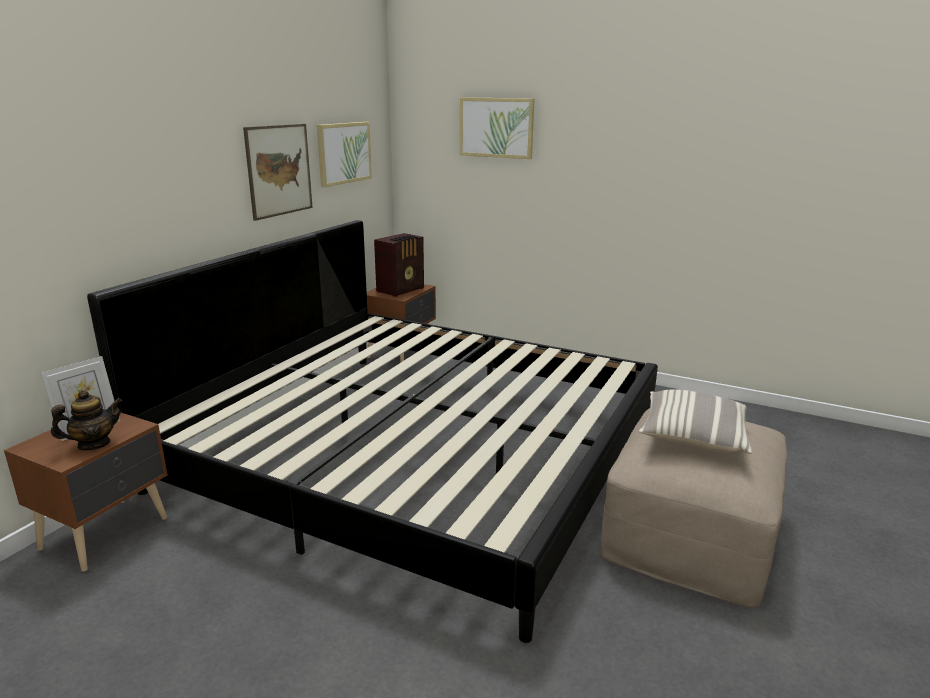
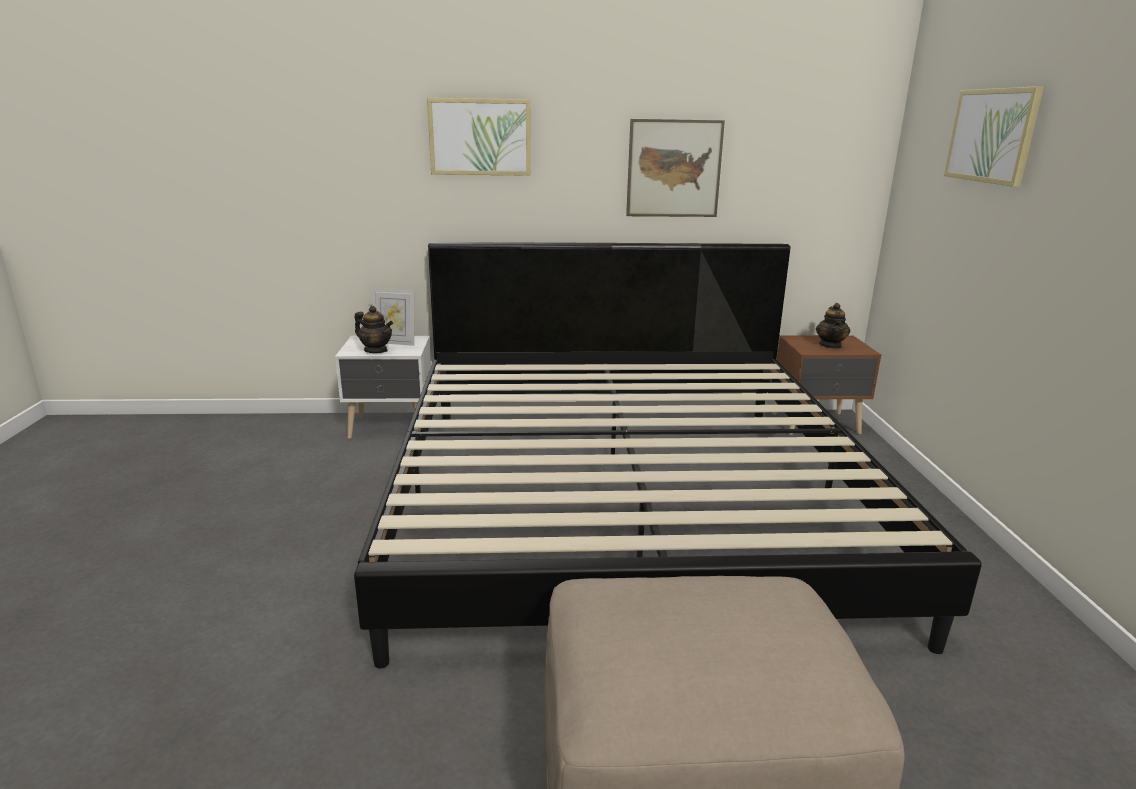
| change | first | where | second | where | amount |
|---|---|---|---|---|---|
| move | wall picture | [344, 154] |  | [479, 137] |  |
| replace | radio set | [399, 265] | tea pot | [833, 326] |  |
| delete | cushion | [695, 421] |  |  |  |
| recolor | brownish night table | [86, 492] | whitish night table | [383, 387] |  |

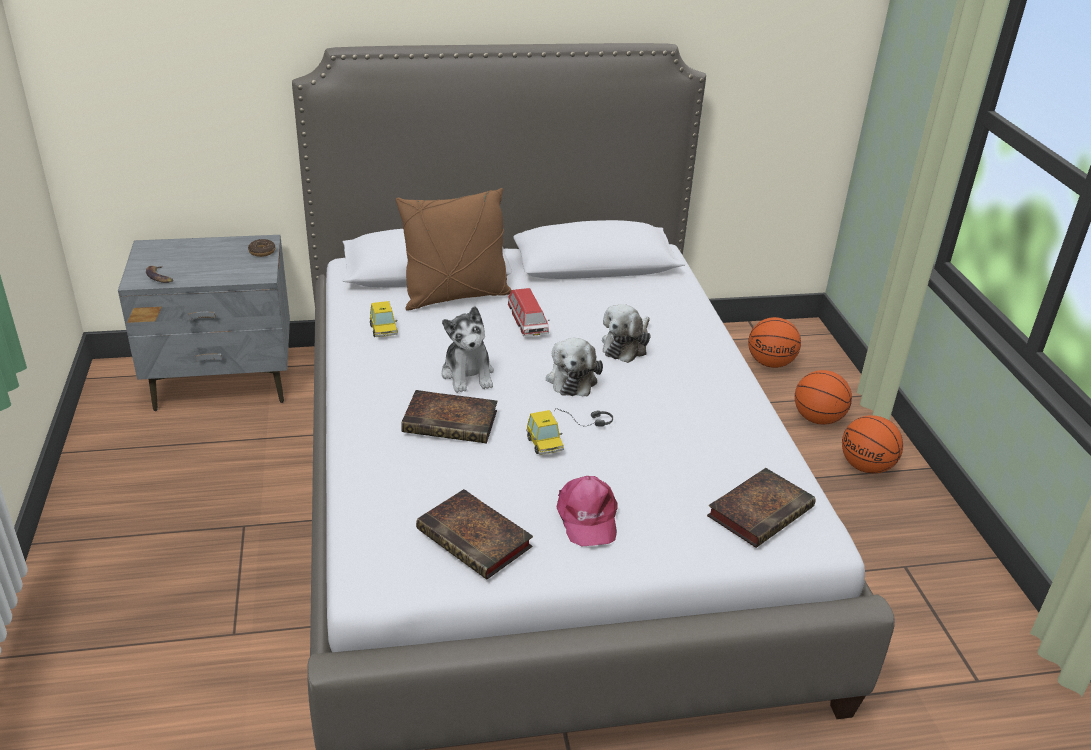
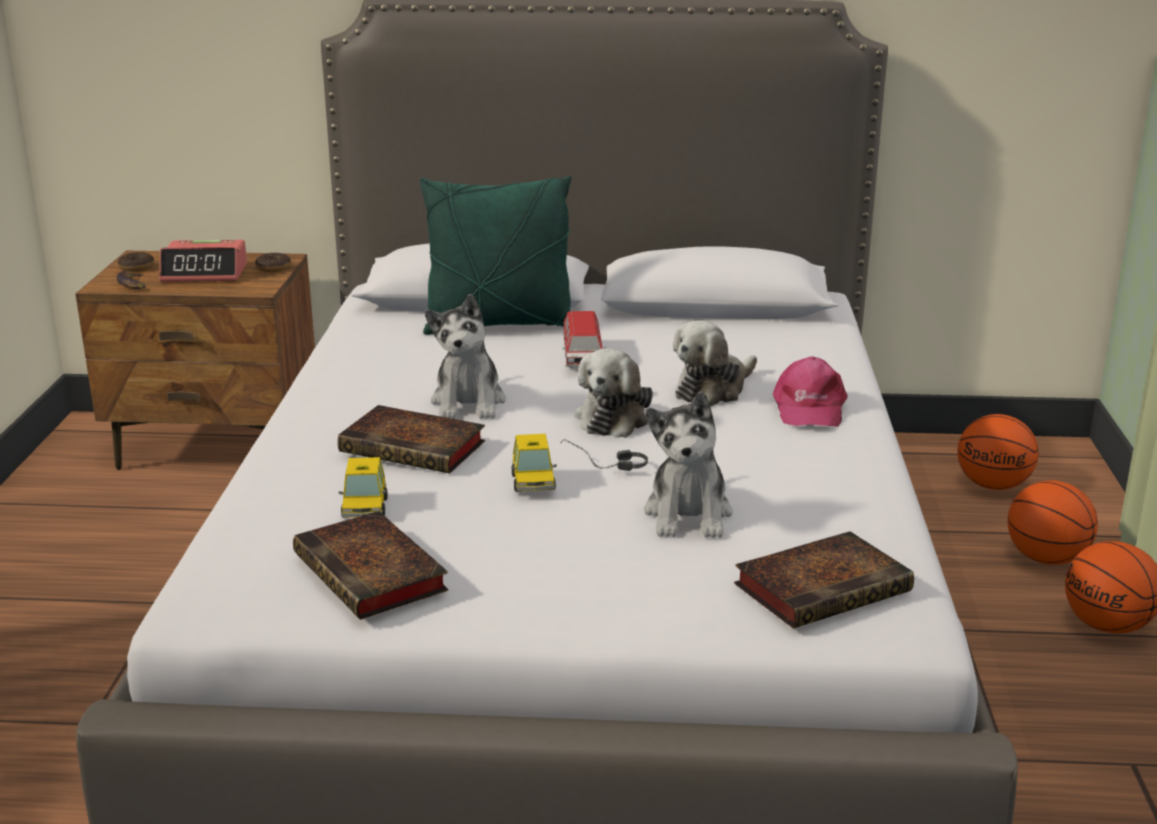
| change | first | where | second | where | amount |
|---|---|---|---|---|---|
| recolor | brownish cushion | [454, 249] | green-coloured cushion | [495, 255] |  |
| recolor | greyish night table | [204, 323] | brownish night table | [195, 360] |  |
| move | toy car | [384, 319] |  | [363, 487] |  |
| move | pink-coloured baseball cap | [587, 511] |  | [810, 391] |  |
| insert |  |  | alarm clock | [203, 261] |  |
| insert |  |  | ring doughnut | [136, 262] |  |
| insert |  |  | soft toy | [688, 464] |  |

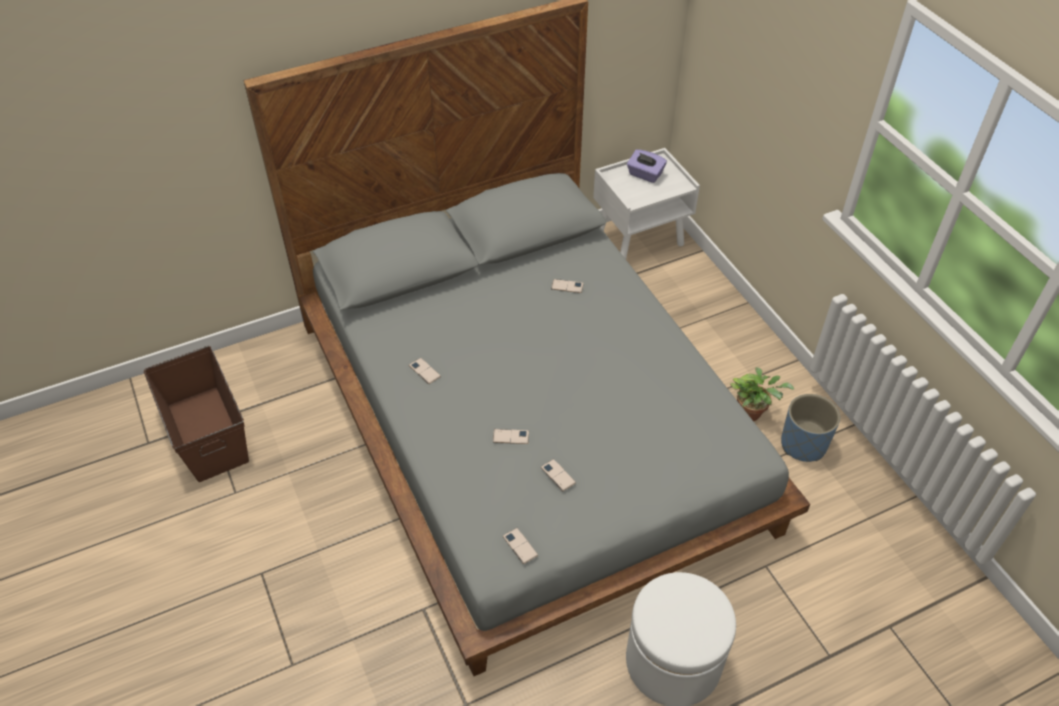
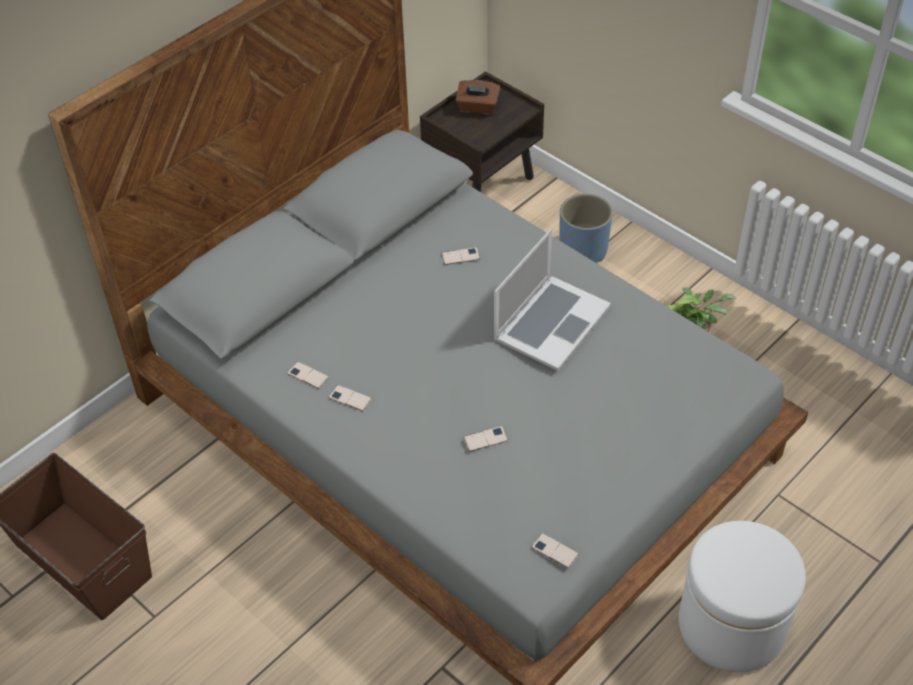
| change | first | where | second | where | amount |
|---|---|---|---|---|---|
| recolor | whitish night table | [646, 203] | brownish night table | [482, 131] |  |
| recolor | purple-coloured tissue holder | [647, 166] | brownish tissue holder | [478, 97] |  |
| move | blue-coloured flower pot | [810, 428] |  | [586, 228] |  |
| move | phone | [558, 475] |  | [308, 375] |  |
| insert |  |  | portable computer | [552, 299] |  |

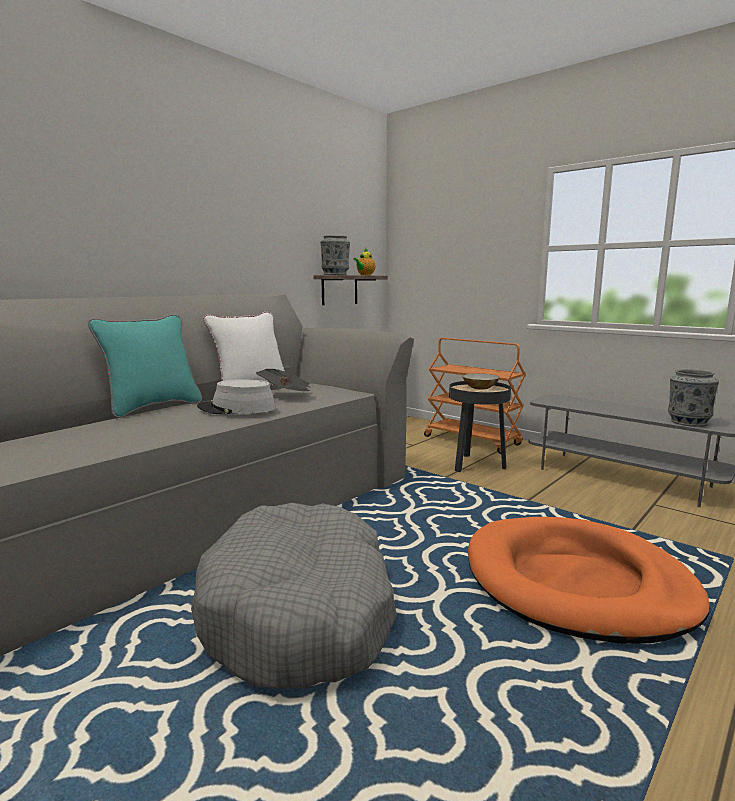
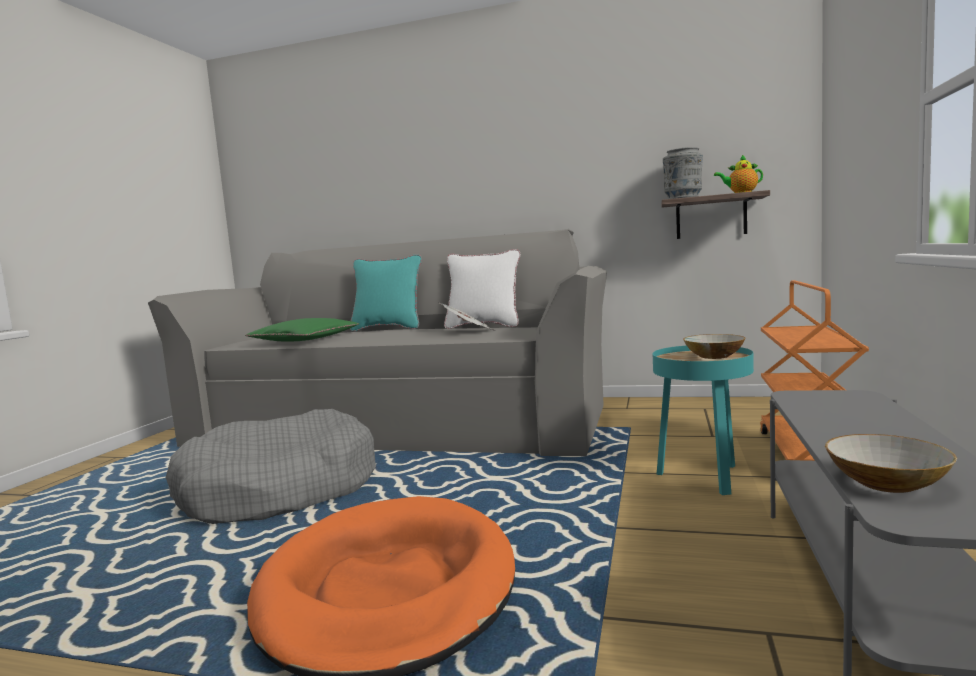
| change | first | where | second | where | amount |
|---|---|---|---|---|---|
| replace | greyish flower vase | [693, 398] | serving bowl | [891, 463] |  |
| delete | greyish hat | [236, 396] |  |  |  |
| recolor | black side table | [480, 426] | turquoise-coloured side table | [703, 420] |  |
| insert |  |  | green-coloured cushion | [302, 329] |  |

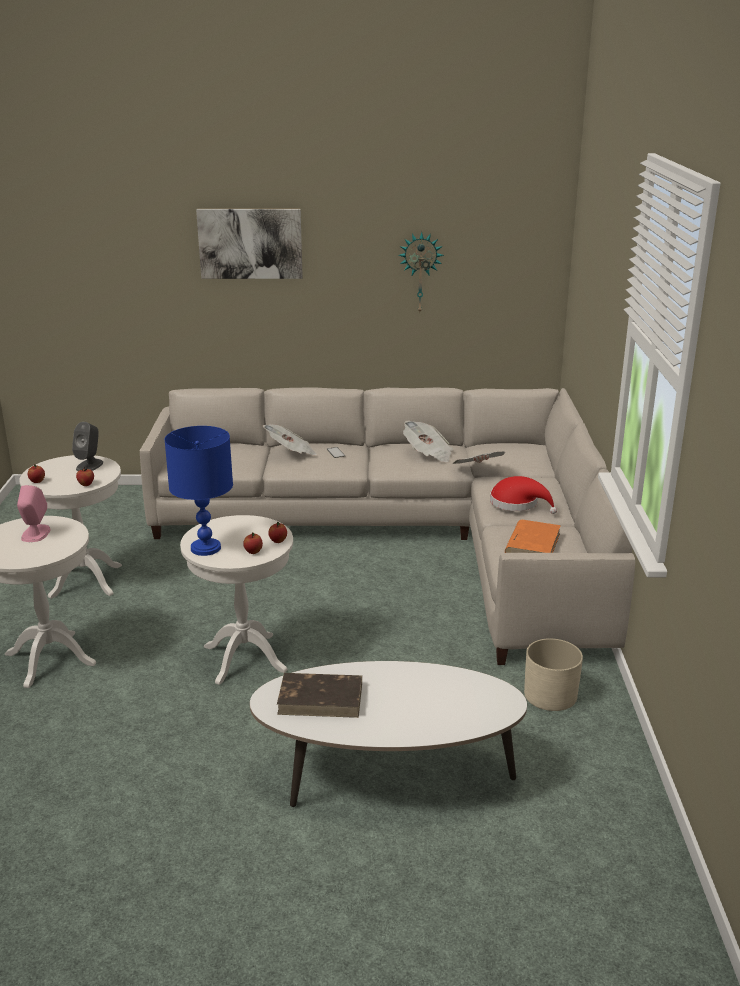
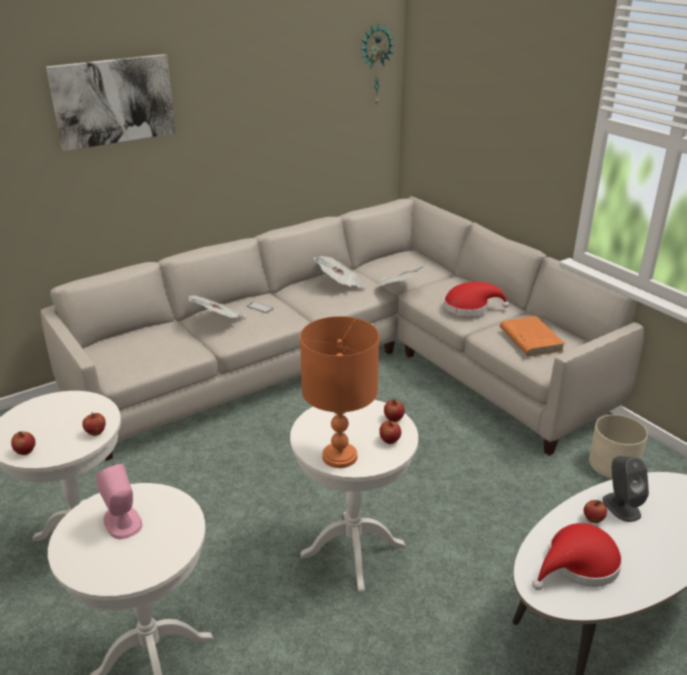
| change | first | where | second | where | amount |
|---|---|---|---|---|---|
| move | wall clock | [421, 273] |  | [377, 64] |  |
| move | greyish audio speaker | [87, 446] |  | [626, 489] |  |
| recolor | blue-coloured lamp for a table | [199, 491] | orange-coloured lamp for a table | [339, 392] |  |
| replace | brownish book | [319, 695] | reddish hat | [577, 556] |  |
| insert |  |  | whole apple | [595, 511] |  |

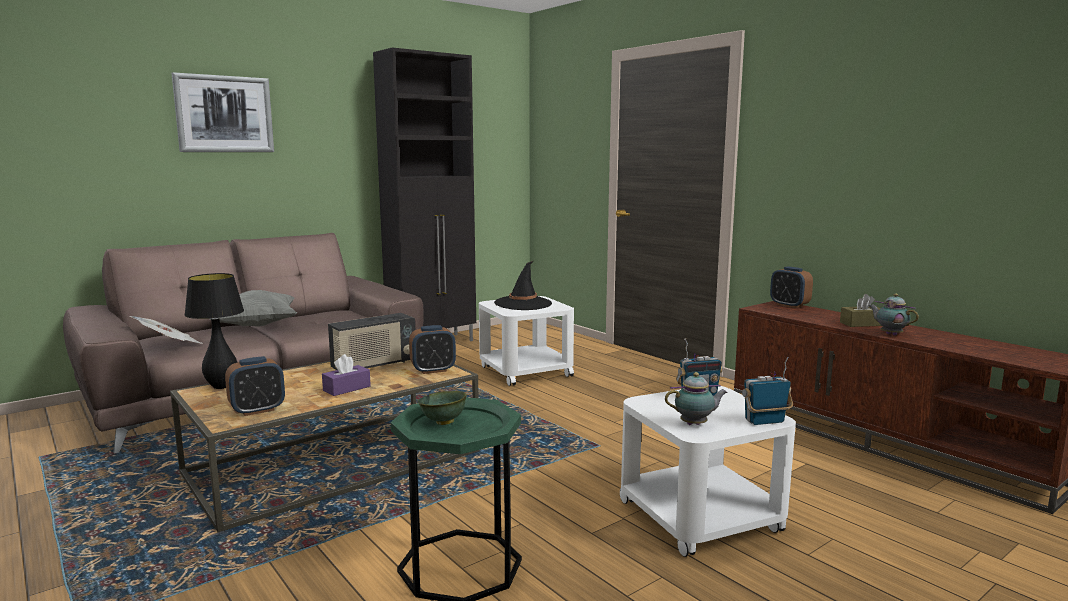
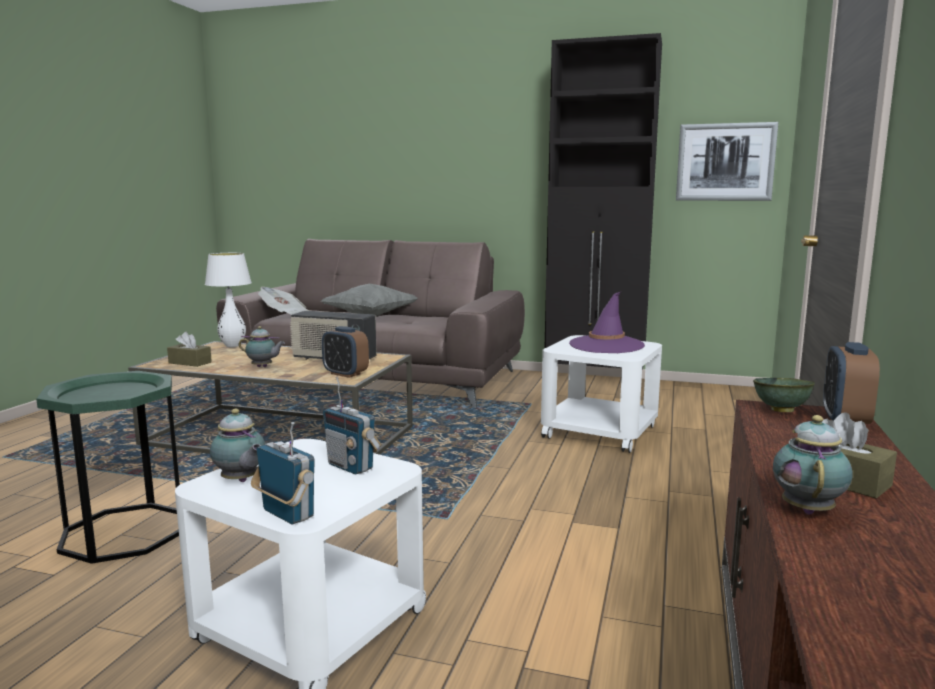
| change | first | where | second | where | amount |
|---|---|---|---|---|---|
| move | wall picture | [223, 112] |  | [727, 161] |  |
| recolor | black hat | [523, 285] | purple-coloured hat | [607, 322] |  |
| recolor | black lamp for a table | [214, 331] | whitish lamp for a table | [228, 300] |  |
| replace | purple-coloured tissue holder | [346, 375] | tea pot | [262, 346] |  |
| replace | alarm clock | [255, 386] | brownish tissue holder | [189, 349] |  |
| move | green-coloured serving bowl | [442, 408] |  | [784, 395] |  |

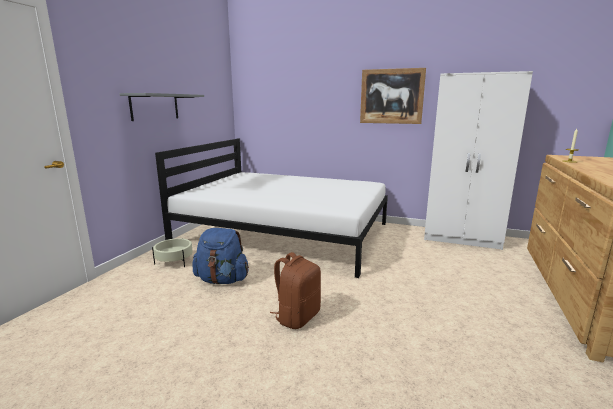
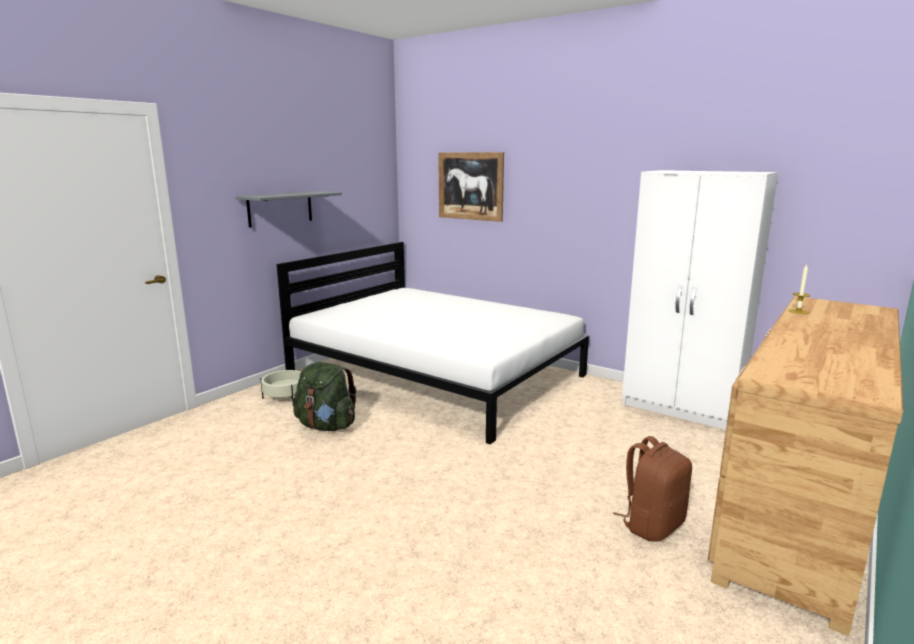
| change | first | where | second | where | amount |
|---|---|---|---|---|---|
| move | wall picture | [393, 96] |  | [471, 187] |  |
| recolor | blue-coloured knapsack | [220, 256] | green-coloured knapsack | [325, 396] |  |
| move | brownish knapsack | [295, 290] |  | [652, 489] |  |

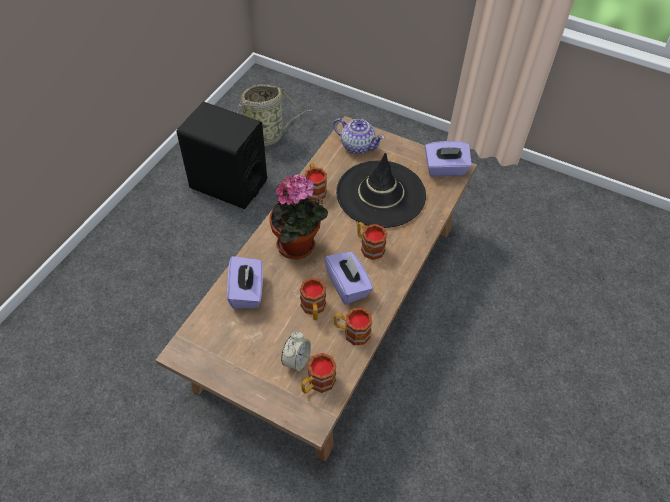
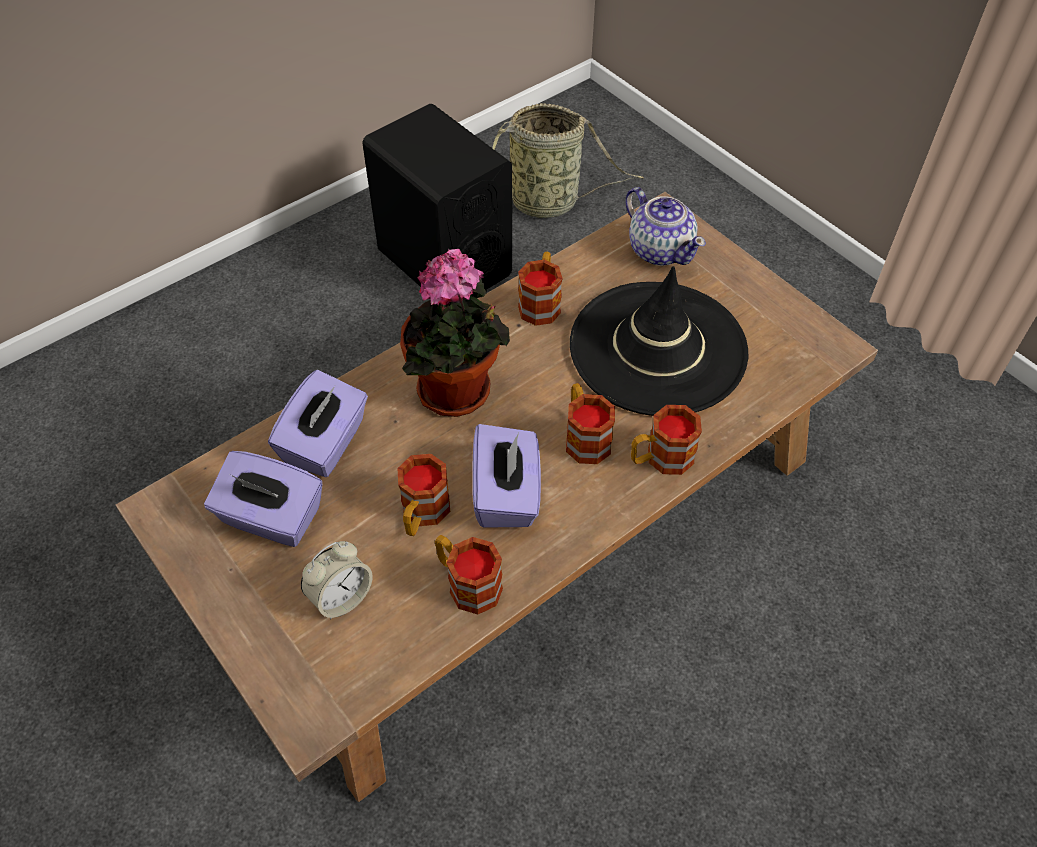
| change | first | where | second | where | amount |
|---|---|---|---|---|---|
| move | purple-coloured tissue holder | [448, 159] |  | [263, 499] |  |
| move | tea mug | [318, 373] |  | [666, 440] |  |

